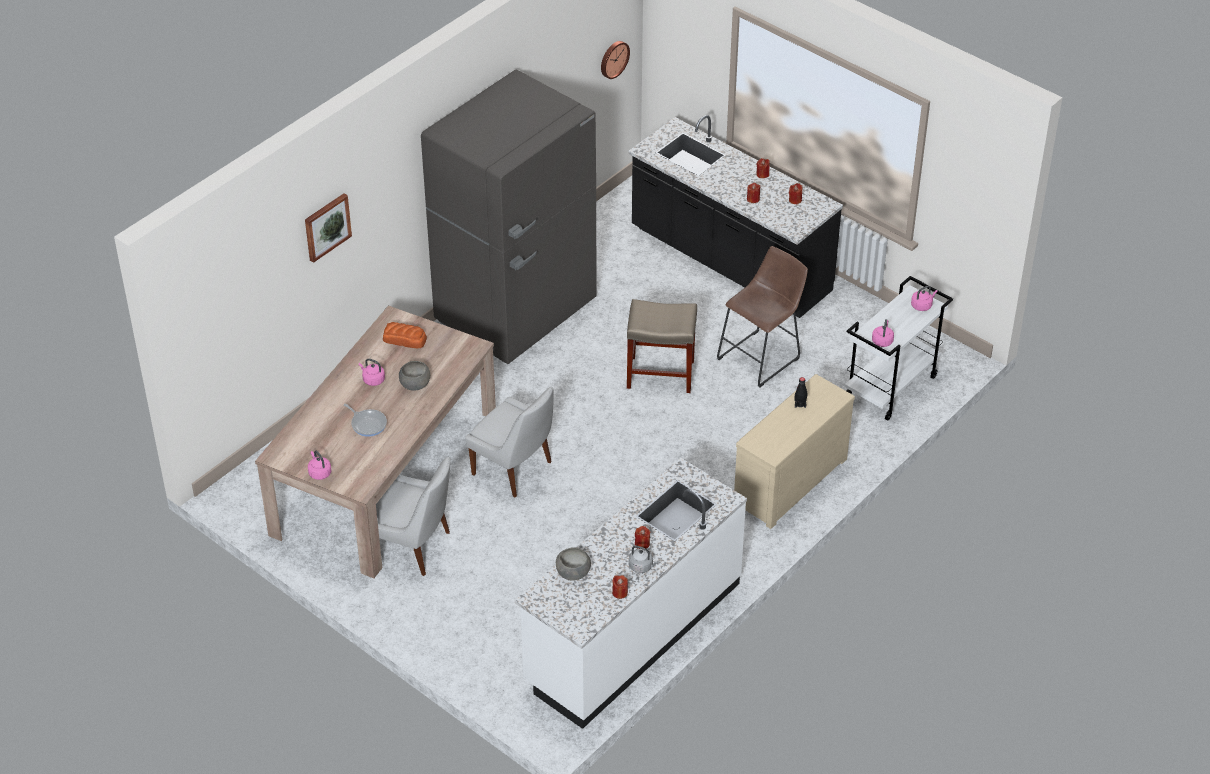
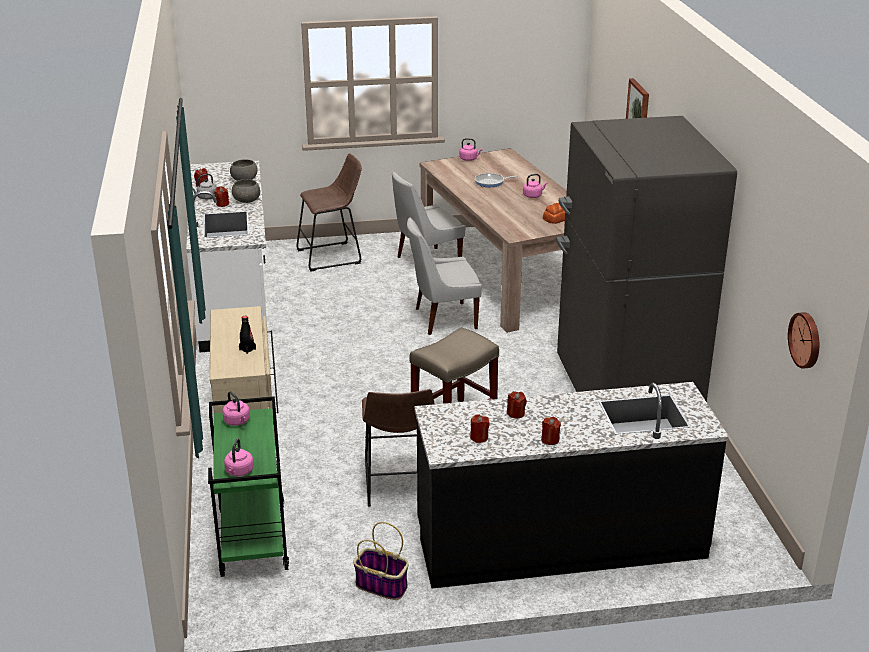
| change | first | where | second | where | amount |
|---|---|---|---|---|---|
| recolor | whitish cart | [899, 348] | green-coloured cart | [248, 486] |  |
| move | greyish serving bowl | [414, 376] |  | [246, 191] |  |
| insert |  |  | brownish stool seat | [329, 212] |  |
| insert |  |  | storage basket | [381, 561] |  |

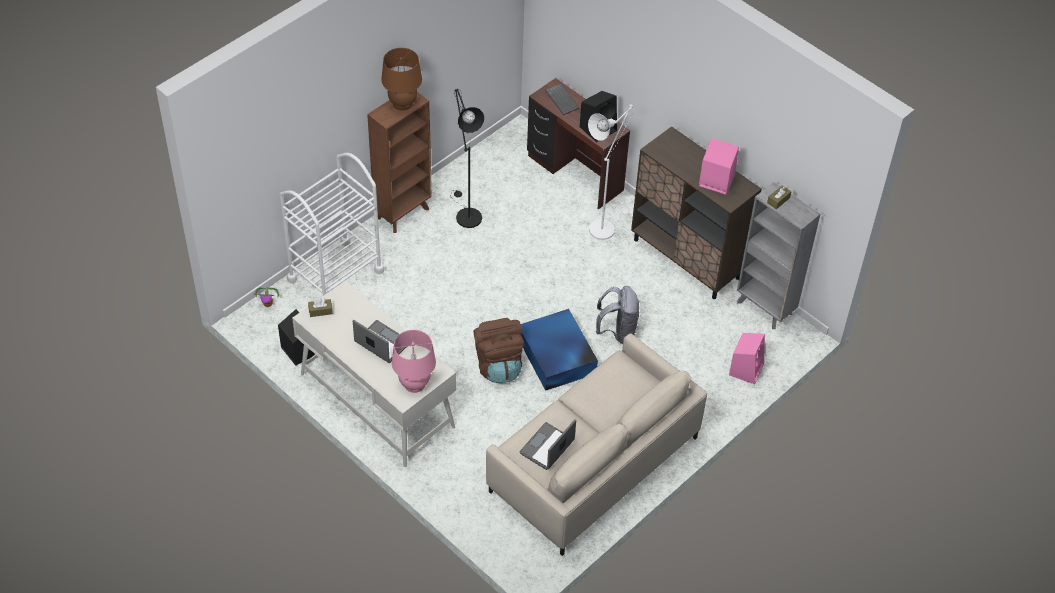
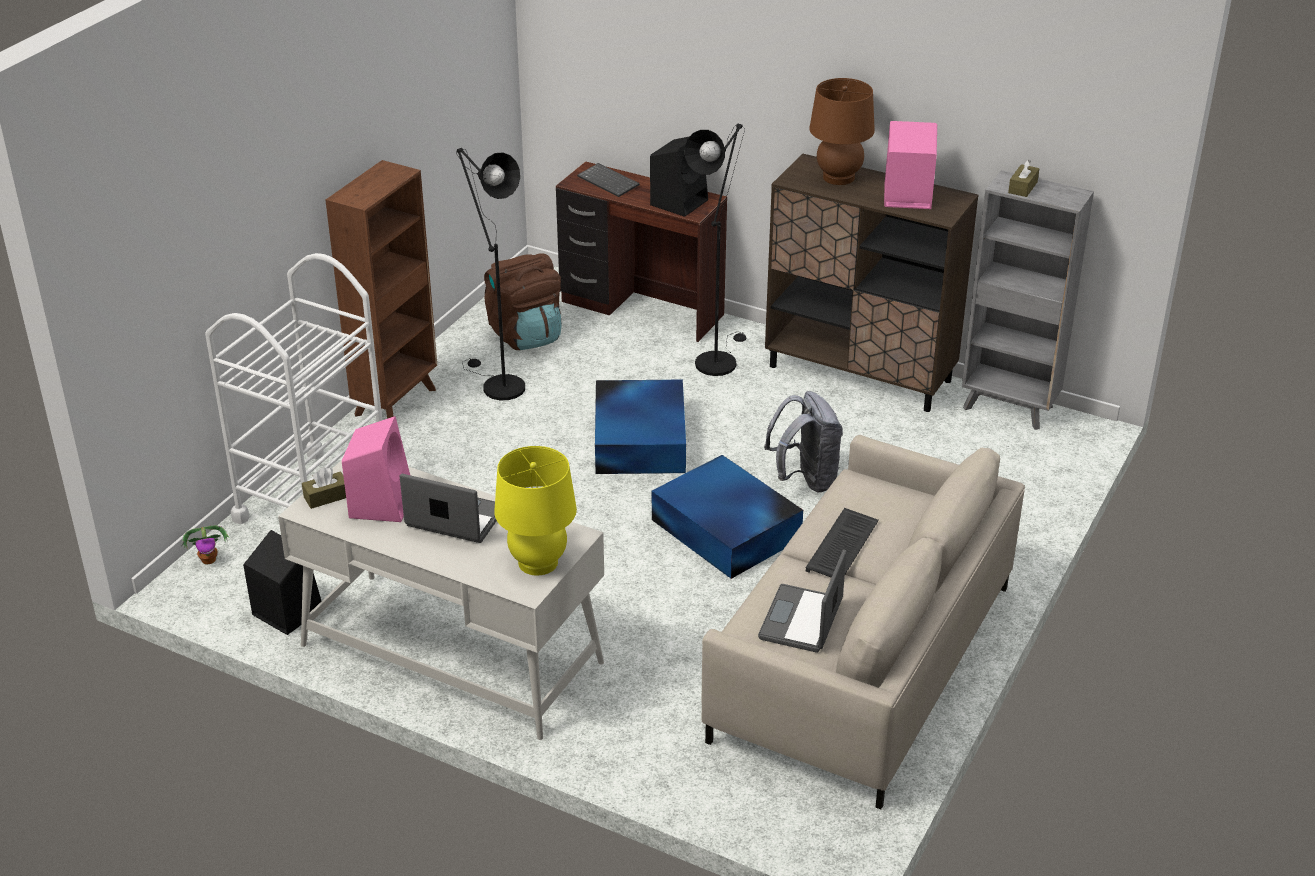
| change | first | where | second | where | amount |
|---|---|---|---|---|---|
| move | brownish lamp for a table | [401, 79] |  | [842, 131] |  |
| recolor | whitish floor lamp | [611, 172] | black floor lamp | [716, 250] |  |
| move | brownish knapsack | [498, 350] |  | [523, 301] |  |
| recolor | pink-coloured lamp for a table | [414, 361] | yellowish lamp for a table | [535, 510] |  |
| move | pink-coloured audio speaker | [747, 358] |  | [376, 469] |  |
| insert |  |  | blue-coloured storage container | [640, 427] |  |
| insert |  |  | computer keyboard | [842, 543] |  |

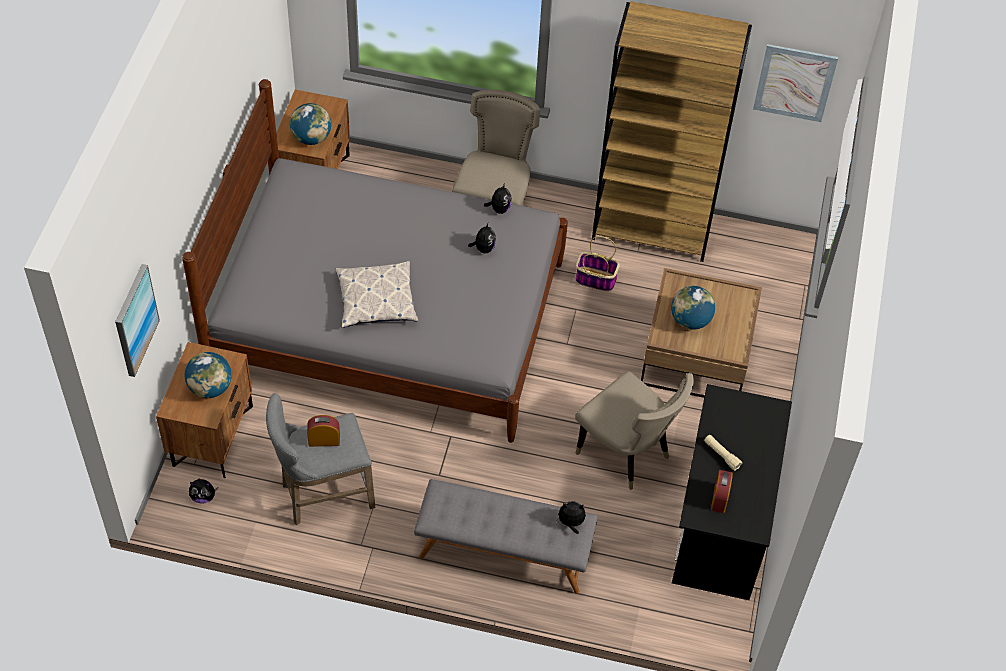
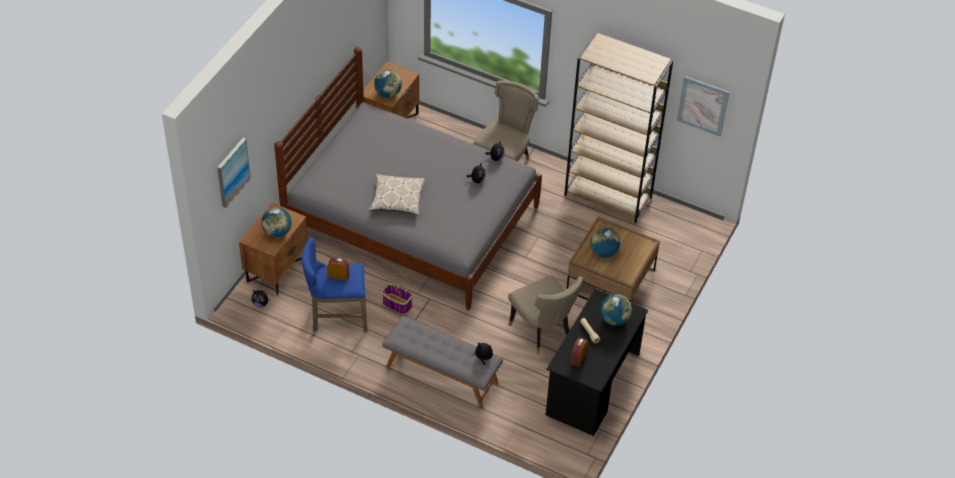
| change | first | where | second | where | amount |
|---|---|---|---|---|---|
| move | storage basket | [598, 264] |  | [397, 293] |  |
| recolor | greyish stool seat | [320, 459] | blue-coloured stool seat | [334, 285] |  |
| insert |  |  | globe | [616, 310] |  |

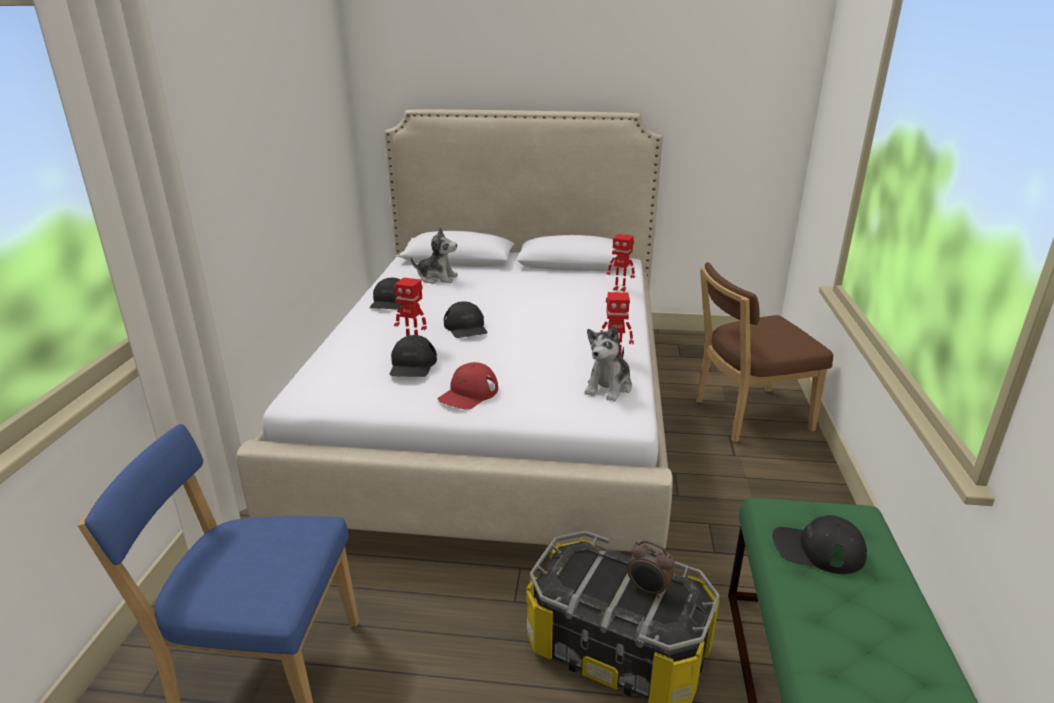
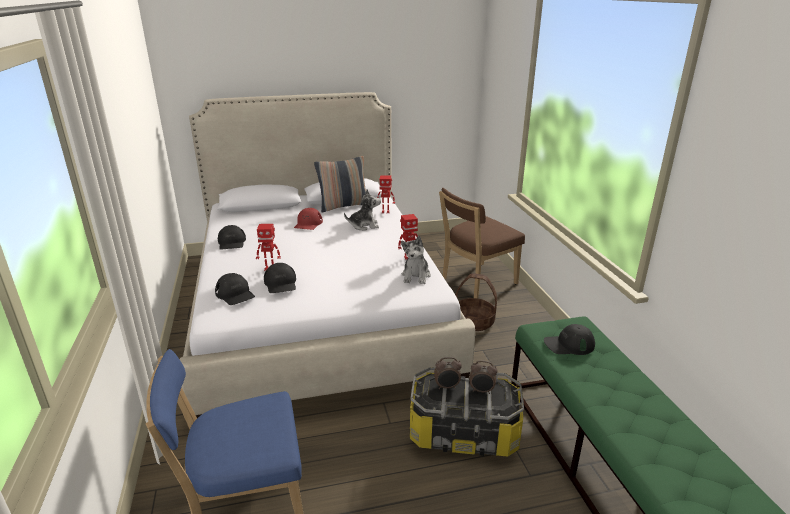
| change | first | where | second | where | amount |
|---|---|---|---|---|---|
| move | soft toy | [434, 255] |  | [362, 210] |  |
| move | black baseball cap | [465, 319] |  | [235, 289] |  |
| move | reddish baseball cap | [468, 386] |  | [308, 219] |  |
| insert |  |  | cushion | [340, 184] |  |
| insert |  |  | storage basket | [476, 302] |  |
| insert |  |  | alarm clock | [448, 373] |  |

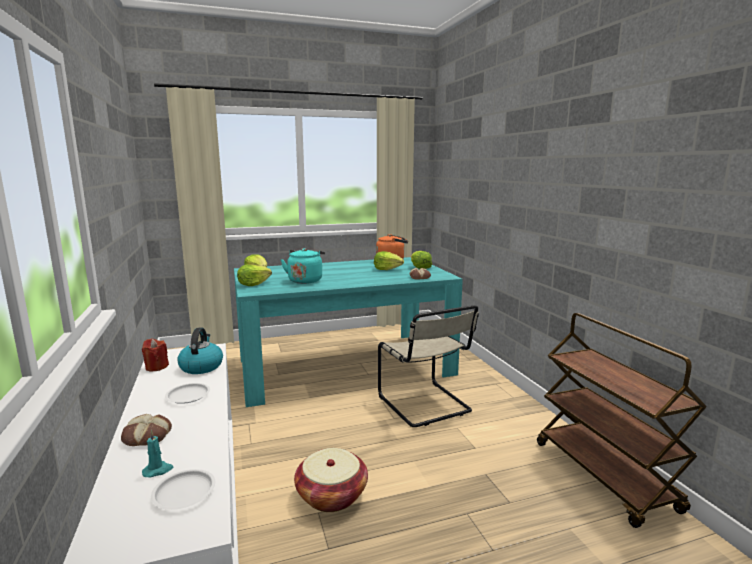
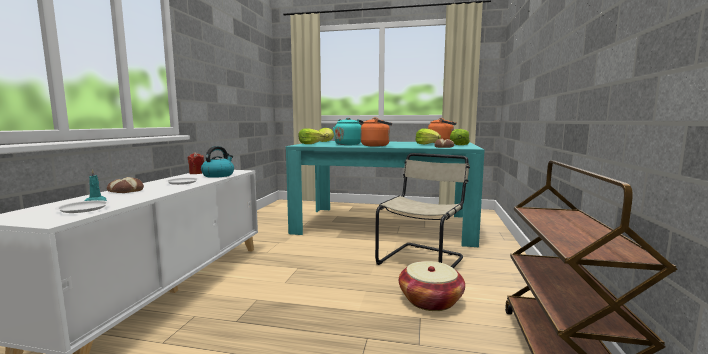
| change | first | where | second | where | amount |
|---|---|---|---|---|---|
| rotate | beige plain chair | [428, 366] |  | [422, 210] | 150 degrees counterclockwise |
| move | storage basket | [331, 480] |  | [432, 286] |  |
| insert |  |  | orange-coloured kettle | [376, 131] |  |

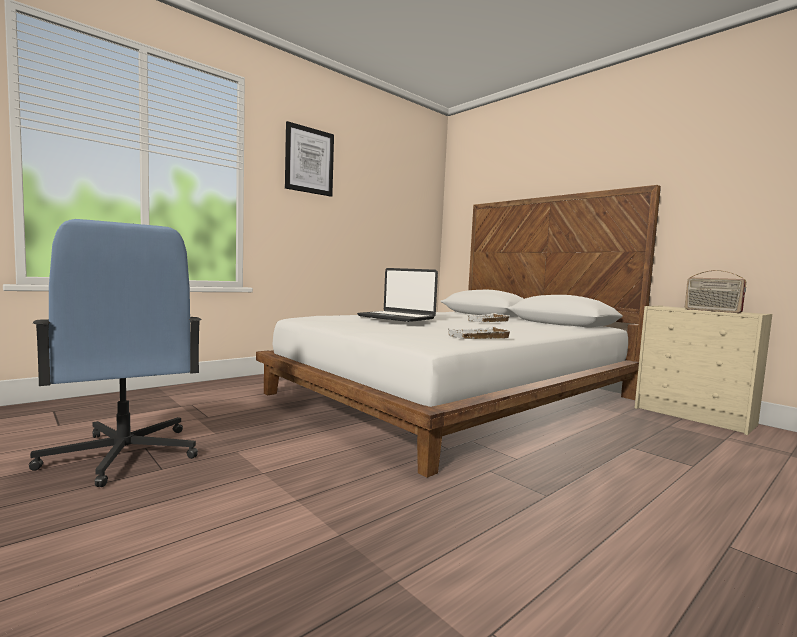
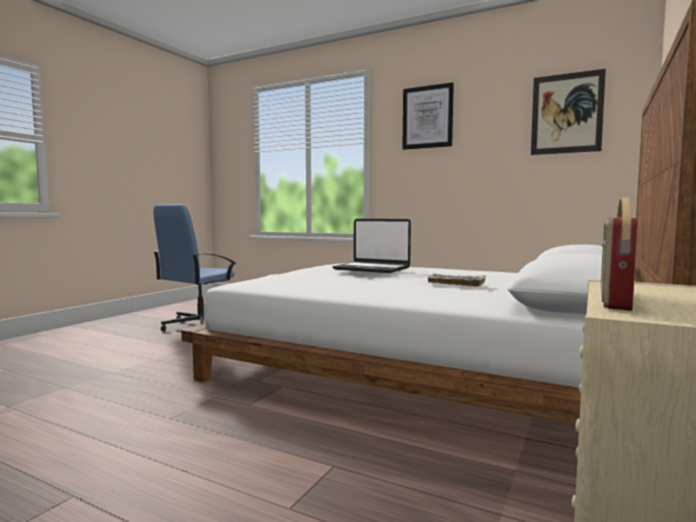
| change | first | where | second | where | amount |
|---|---|---|---|---|---|
| rotate | portable computer | [397, 295] |  | [372, 246] | 75 degrees counterclockwise |
| delete | whitish carrying tray | [479, 332] |  |  |  |
| insert |  |  | wall picture | [568, 112] |  |

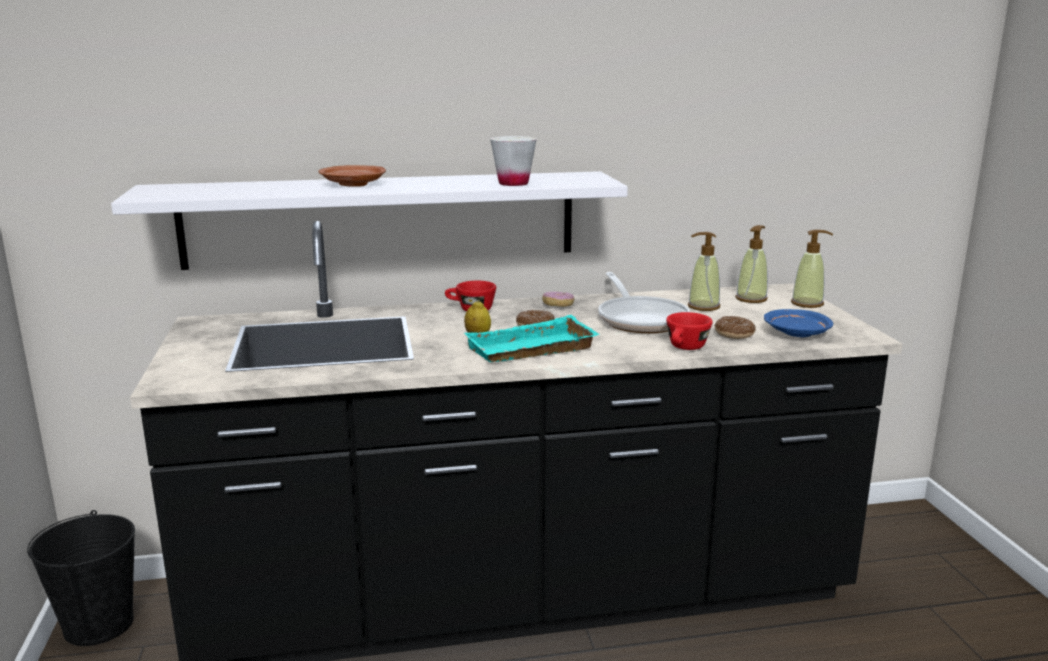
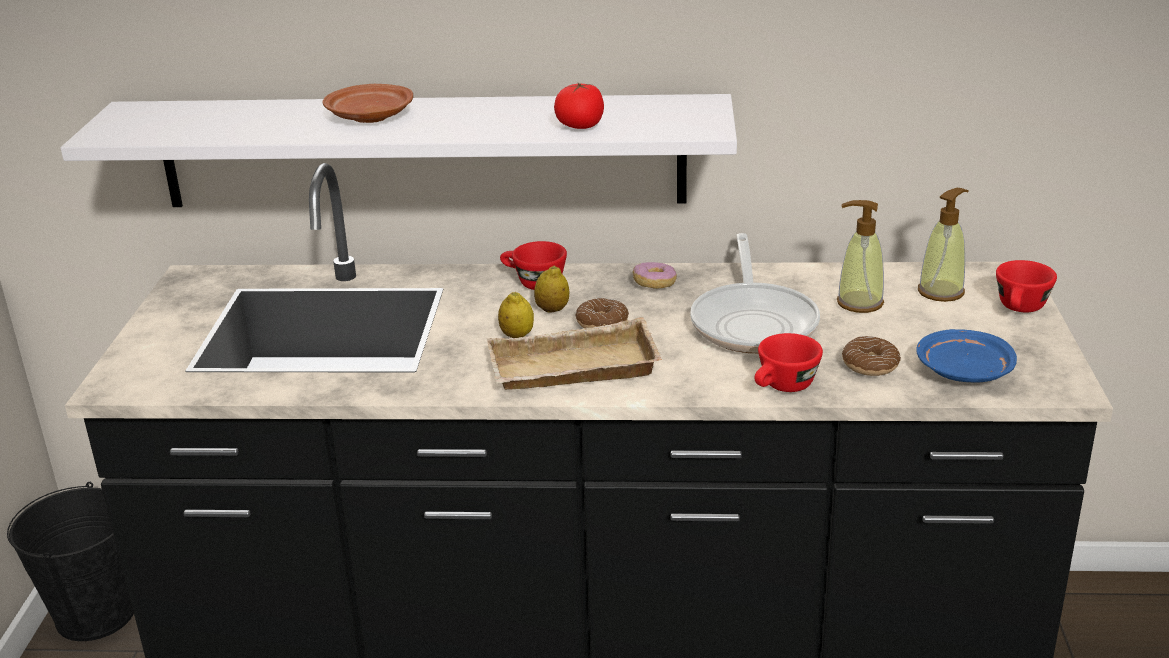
| change | first | where | second | where | amount |
|---|---|---|---|---|---|
| replace | whitish cup | [513, 161] | tomato | [579, 106] |  |
| replace | liquid soap bottle | [812, 269] | reddish cup | [1026, 286] |  |
| recolor | turquoise-coloured carrying tray | [531, 338] | beige carrying tray | [574, 353] |  |
| insert |  |  | citrus fruit | [551, 289] |  |

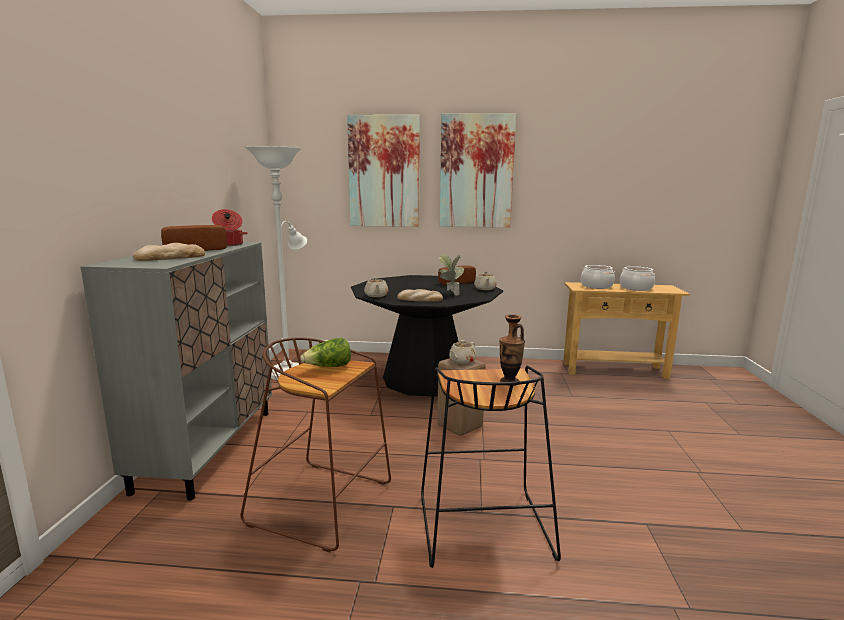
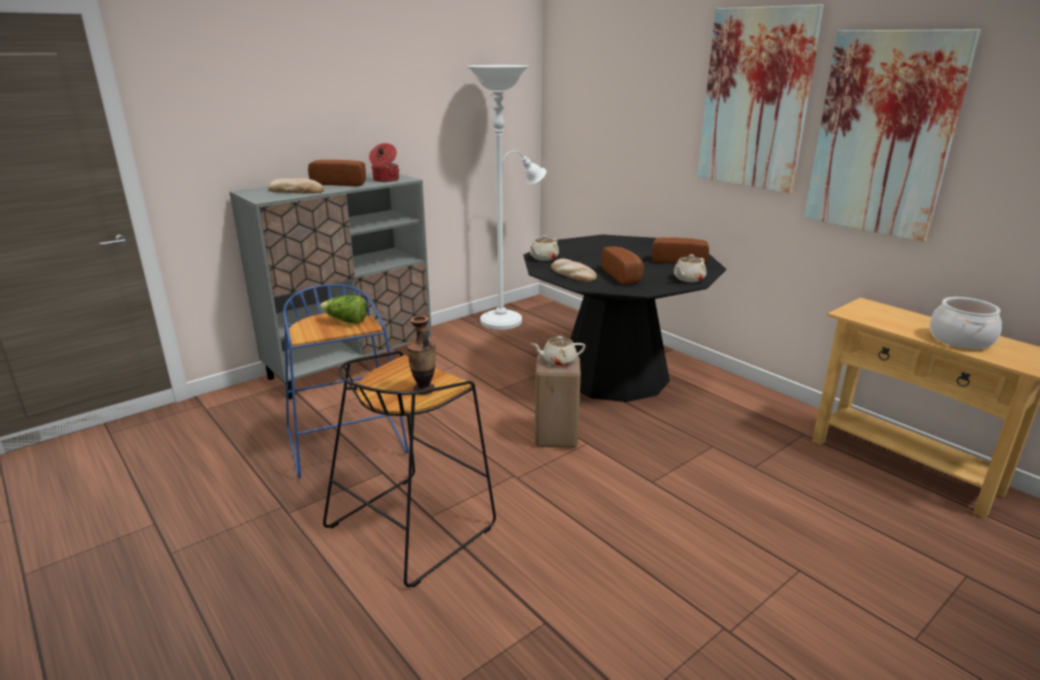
| change | first | where | second | where | amount |
|---|---|---|---|---|---|
| move | wall picture | [383, 171] |  | [892, 135] |  |
| replace | plant in a pot | [451, 275] | baked bread | [622, 265] |  |
| delete | saucepot | [598, 277] |  |  |  |
| recolor | brownish stool seat | [315, 445] | blue-coloured stool seat | [346, 381] |  |

